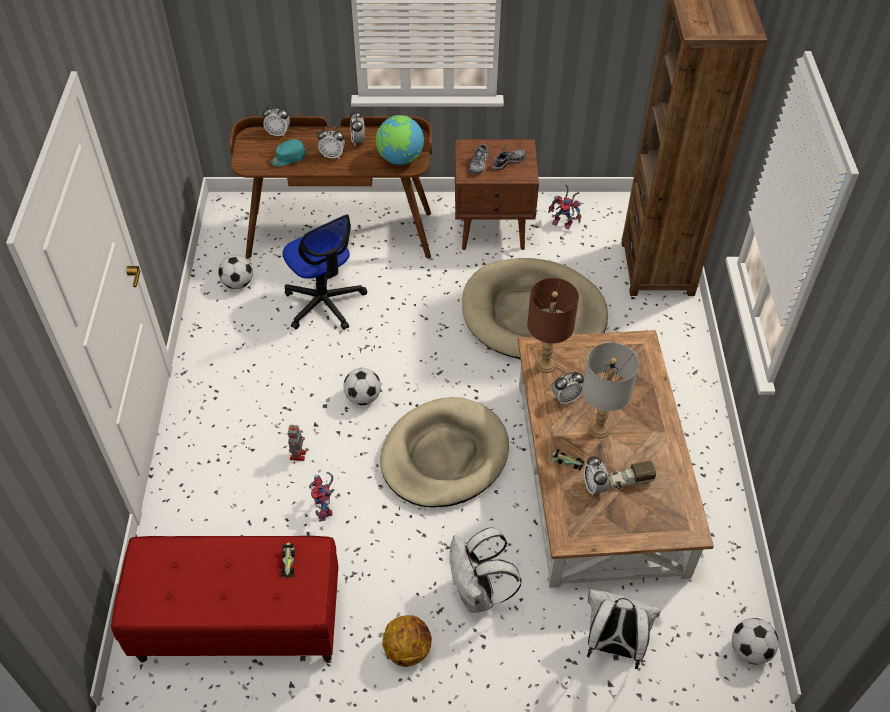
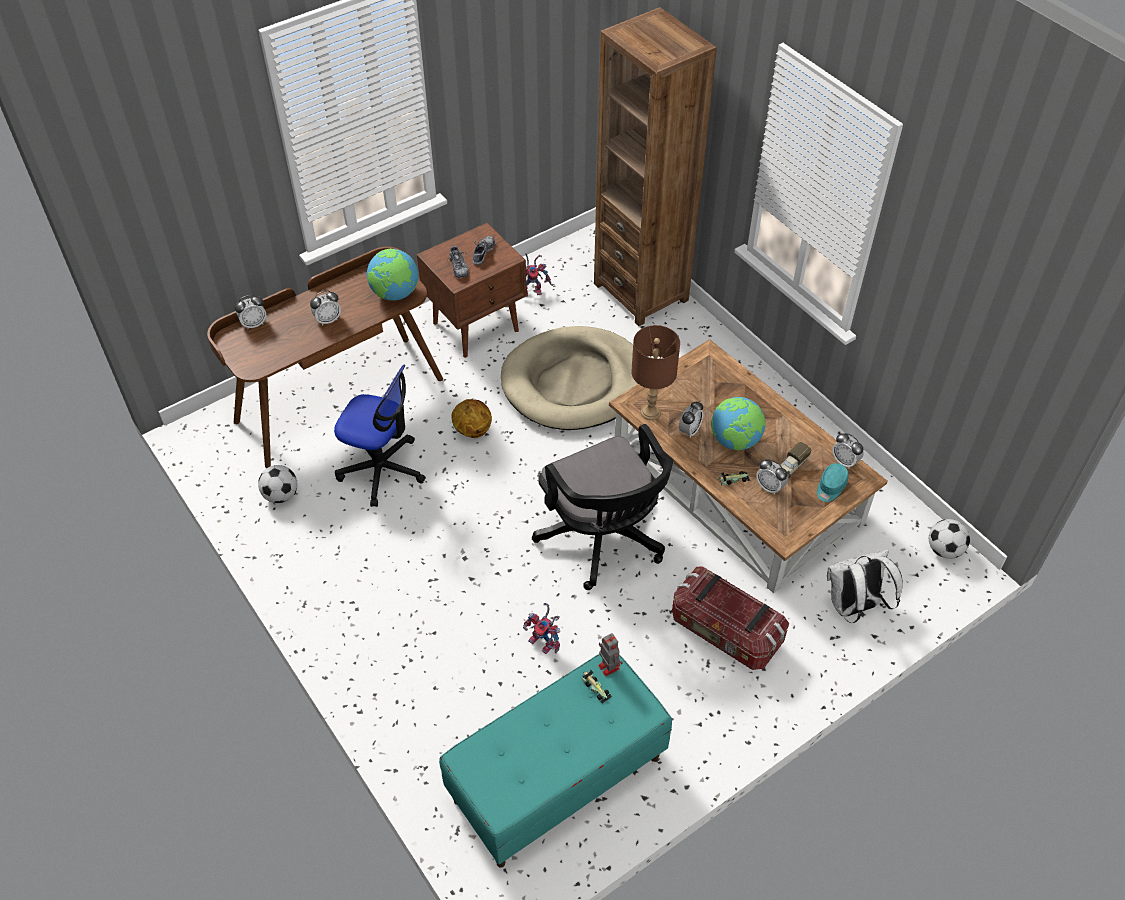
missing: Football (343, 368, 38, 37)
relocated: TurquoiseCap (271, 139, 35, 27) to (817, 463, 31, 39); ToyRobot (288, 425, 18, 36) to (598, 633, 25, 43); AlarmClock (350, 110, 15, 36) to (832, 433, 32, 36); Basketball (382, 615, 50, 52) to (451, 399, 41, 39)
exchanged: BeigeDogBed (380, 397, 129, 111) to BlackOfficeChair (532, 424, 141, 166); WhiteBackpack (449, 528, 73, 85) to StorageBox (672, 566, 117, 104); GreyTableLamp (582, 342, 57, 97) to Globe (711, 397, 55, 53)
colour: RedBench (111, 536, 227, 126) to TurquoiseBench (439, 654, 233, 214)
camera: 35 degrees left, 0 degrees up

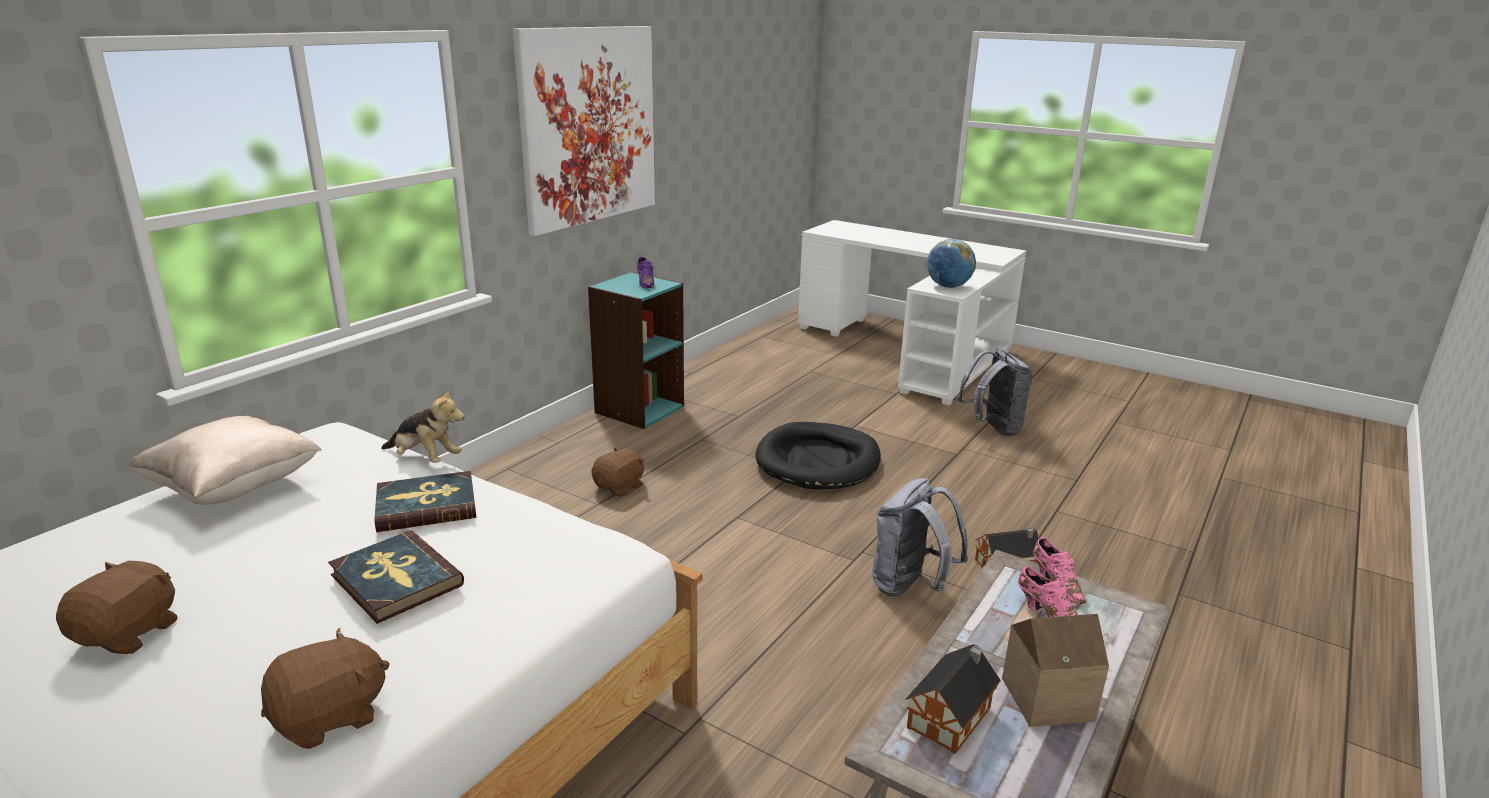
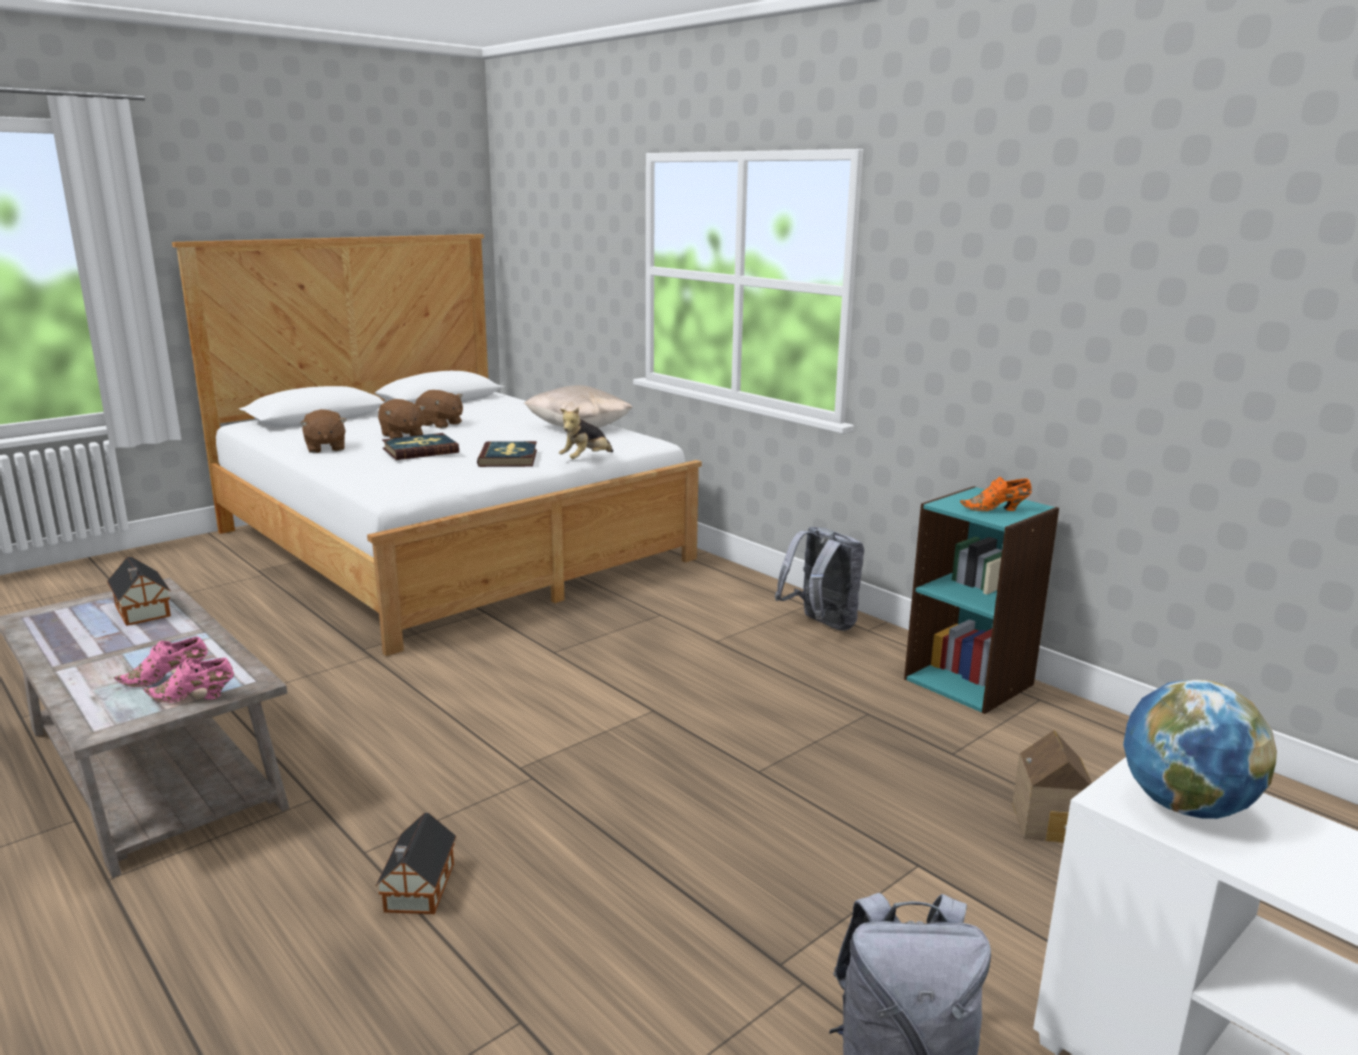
missing: Picture (512, 26, 143, 210); BlackDogBed (755, 422, 126, 68)
relocated: BrownPlushToy (591, 447, 54, 50) to (378, 399, 48, 40); GreyBackpack (872, 478, 96, 119) to (775, 527, 90, 104); ToyHouse (1002, 614, 107, 113) to (1012, 730, 80, 113)
colour: PurpleShoe (637, 257, 17, 31) to OrangeShoe (960, 477, 72, 34)
camera: 105 degrees right, 5 degrees down

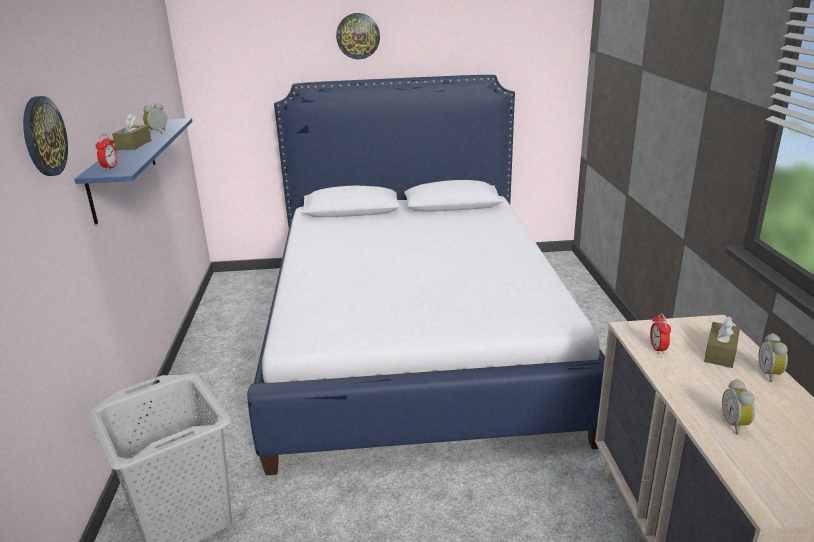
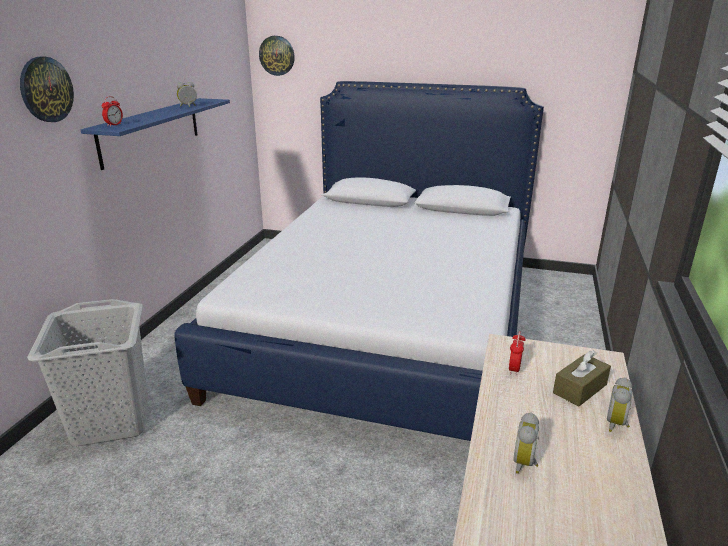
missing: BrownTissueBox (112, 113, 39, 37)
relocated: WallClock (336, 13, 44, 46) to (259, 36, 36, 40)
camera: 20 degrees right, 0 degrees up

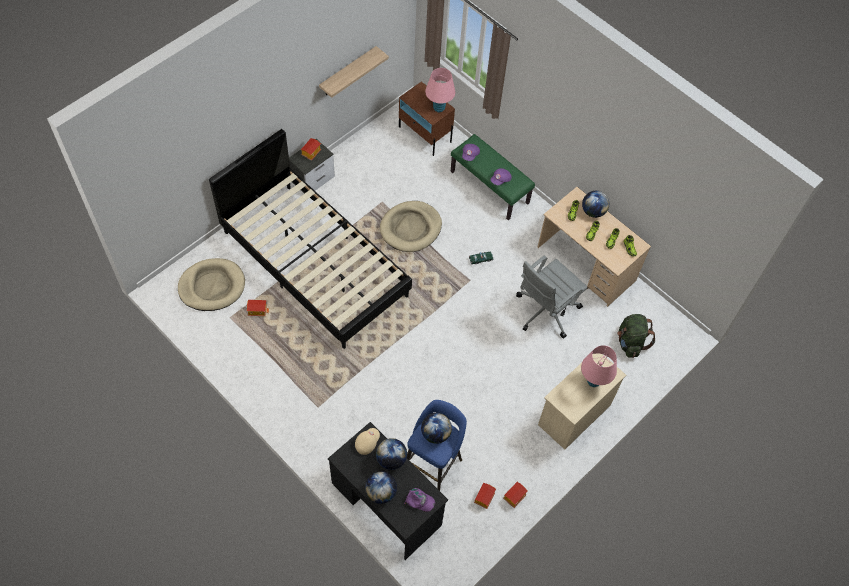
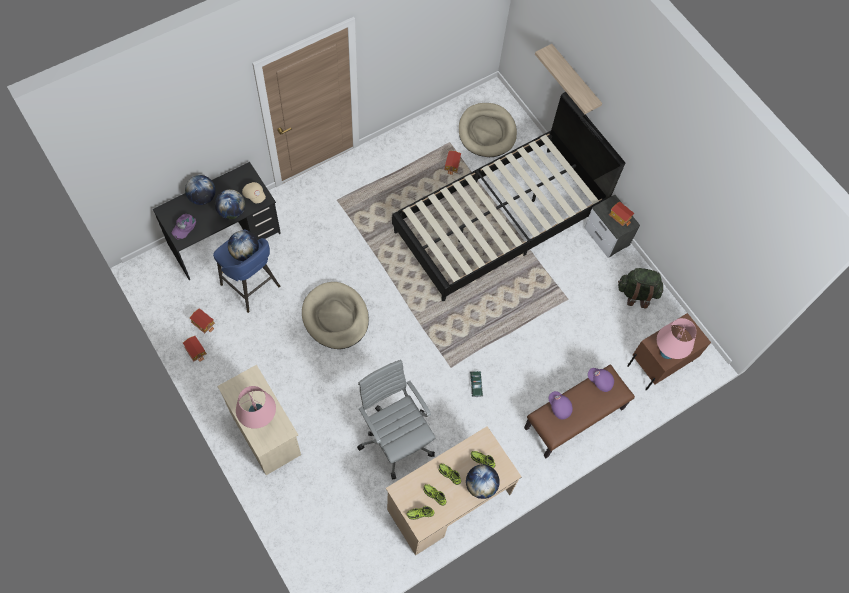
relocated: Shelf (319, 46, 70, 52) to (535, 44, 67, 70); BeigeDogBed (380, 201, 62, 51) to (302, 282, 67, 67); GreenBackpack (617, 314, 38, 44) to (618, 268, 45, 40)
colour: GreenBench (451, 134, 84, 86) to BrownBench (524, 365, 111, 94)
camera: 100 degrees right, 5 degrees up

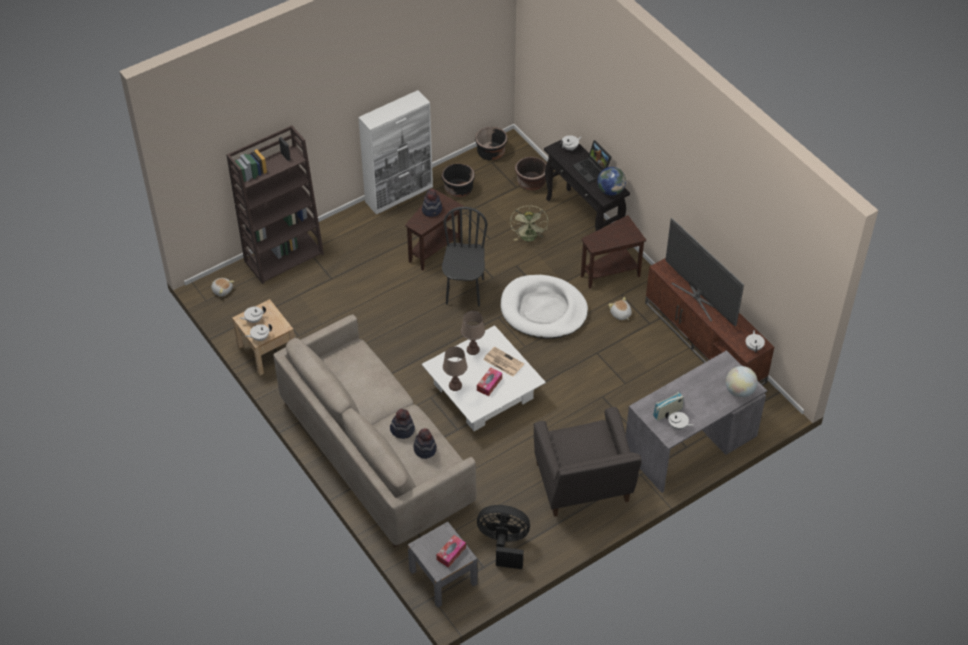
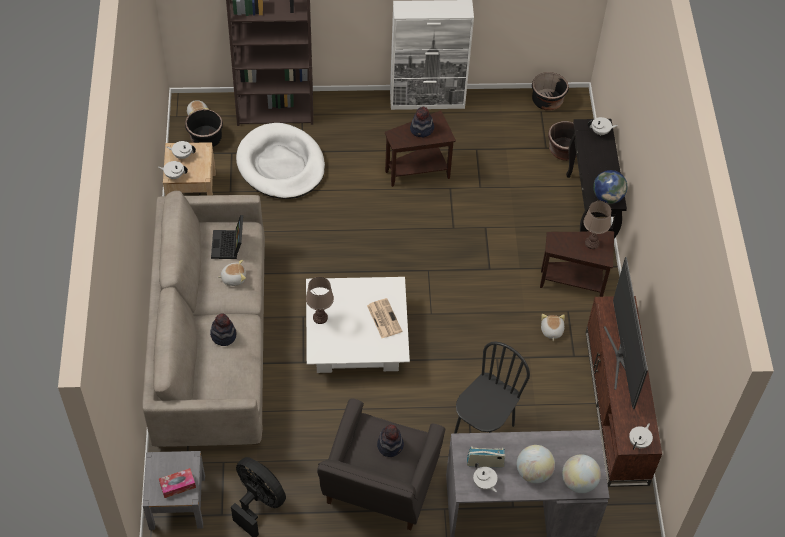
missing: TissueBox (477, 367, 25, 29); GreenFan (510, 206, 38, 35)
appeared: PlushToy (217, 260, 29, 26); Globe (517, 445, 38, 39)
relocated: Hat (414, 428, 23, 31) to (377, 424, 27, 33); BlackPlanter (441, 163, 34, 34) to (185, 109, 38, 38); BlackChair (442, 207, 45, 100) to (454, 342, 76, 92); BrownTableLamp (461, 311, 24, 44) to (583, 201, 28, 48); WhiteDogBed (501, 275, 87, 64) to (236, 123, 89, 76); Laptop (573, 140, 39, 43) to (211, 215, 32, 44)
camera: 30 degrees right, 5 degrees up

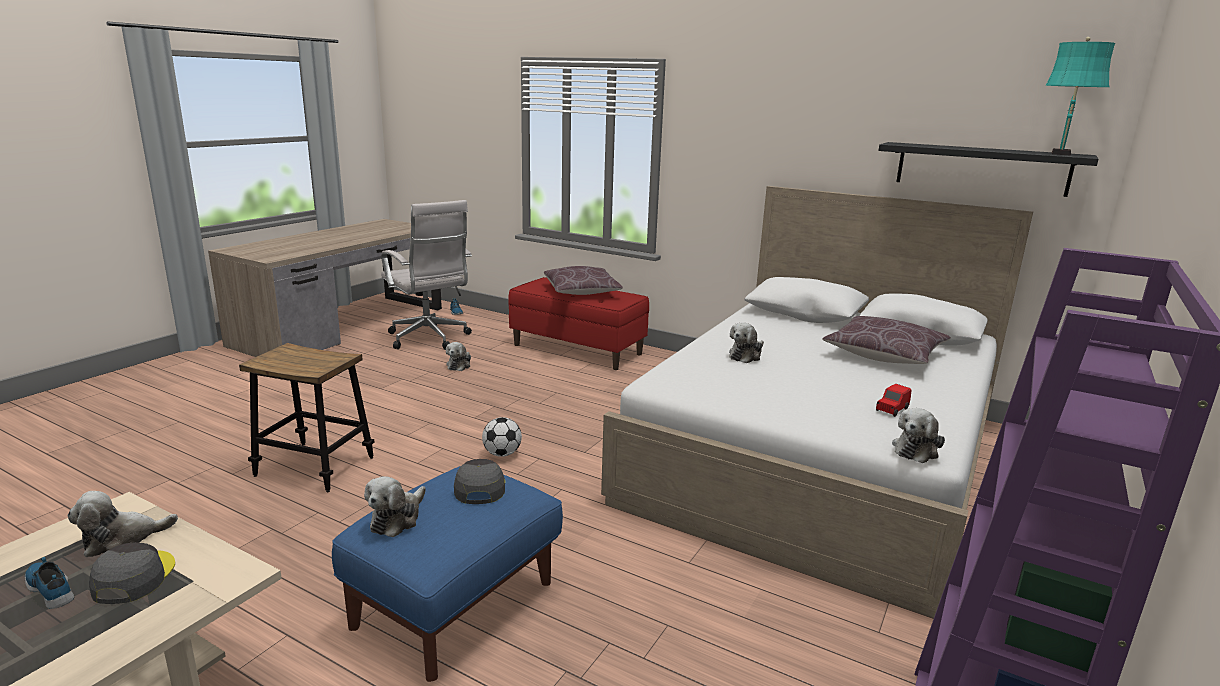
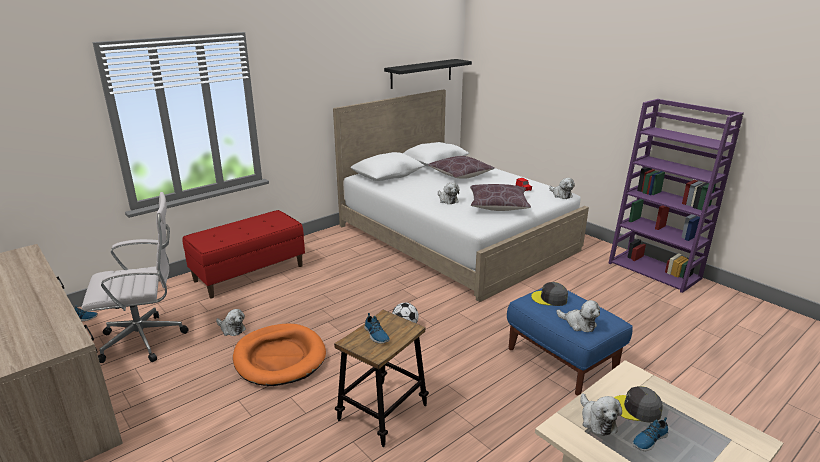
missing: TurquoiseTableLamp (1045, 37, 70, 119)
appeared: OrangeDogBed (233, 324, 93, 62); Shoe (364, 313, 26, 31)
relocated: BrownPillow (544, 266, 79, 29) to (470, 184, 61, 27)
camera: 70 degrees left, 5 degrees up

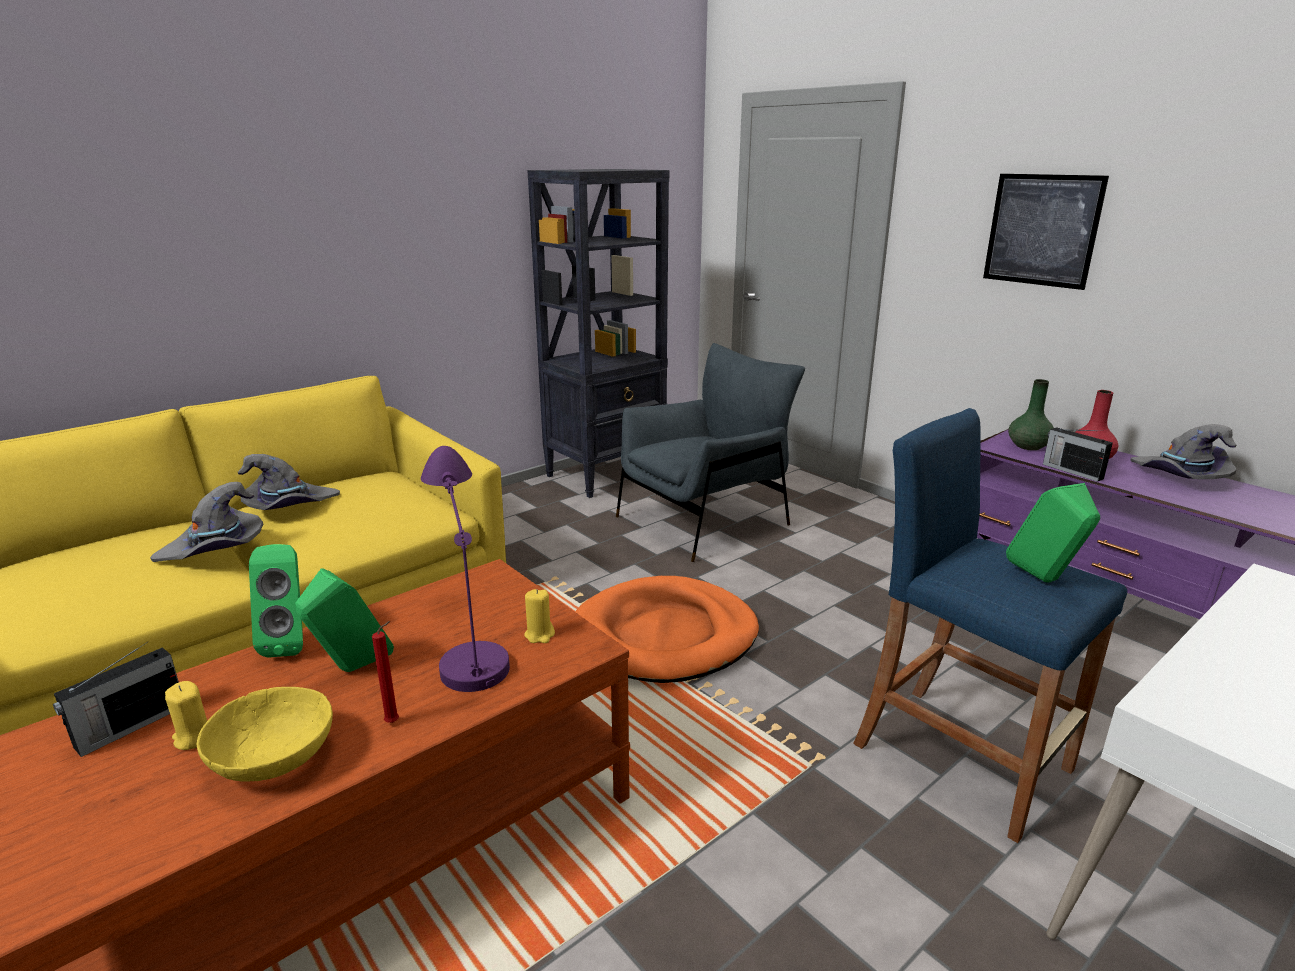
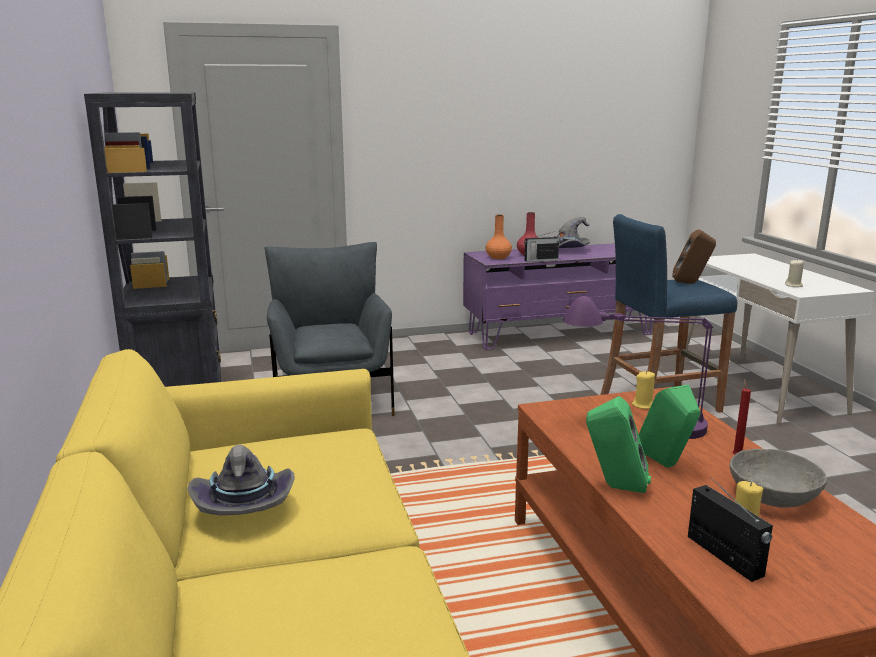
missing: GreyHat (150, 482, 113, 80); OrangeDogBed (575, 576, 184, 107); Picture (983, 174, 126, 116)
appeared: BeigeCandle (785, 259, 19, 28)
colour: YellowBowl (197, 687, 136, 94) to GreyBowl (730, 449, 97, 59); GreenSpeaker (1006, 483, 94, 100) to BrownSpeaker (672, 229, 44, 55); GreenVase (1009, 379, 45, 71) to OrangeVase (485, 215, 27, 44)
camera: 65 degrees left, 5 degrees down

